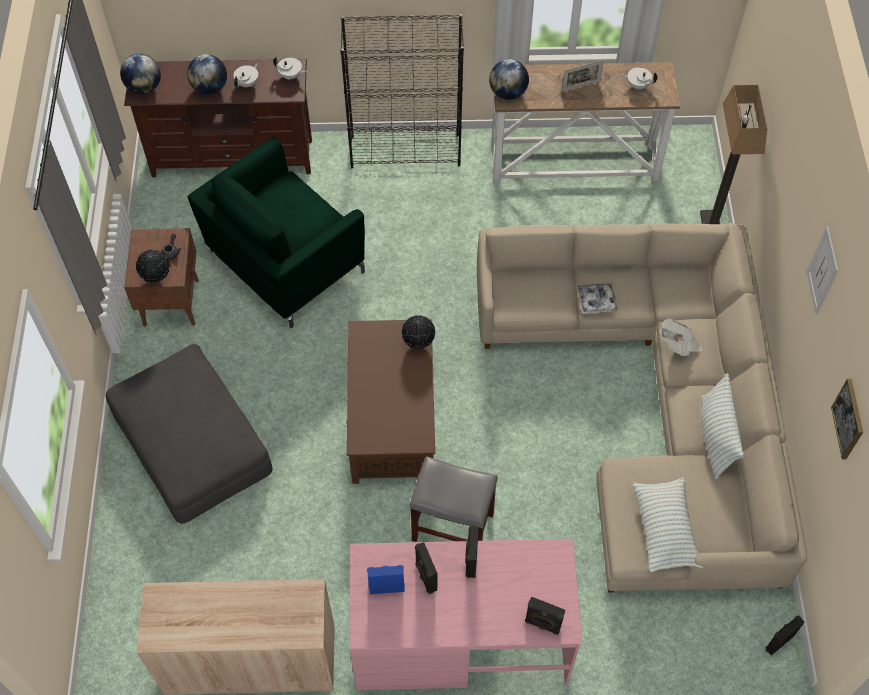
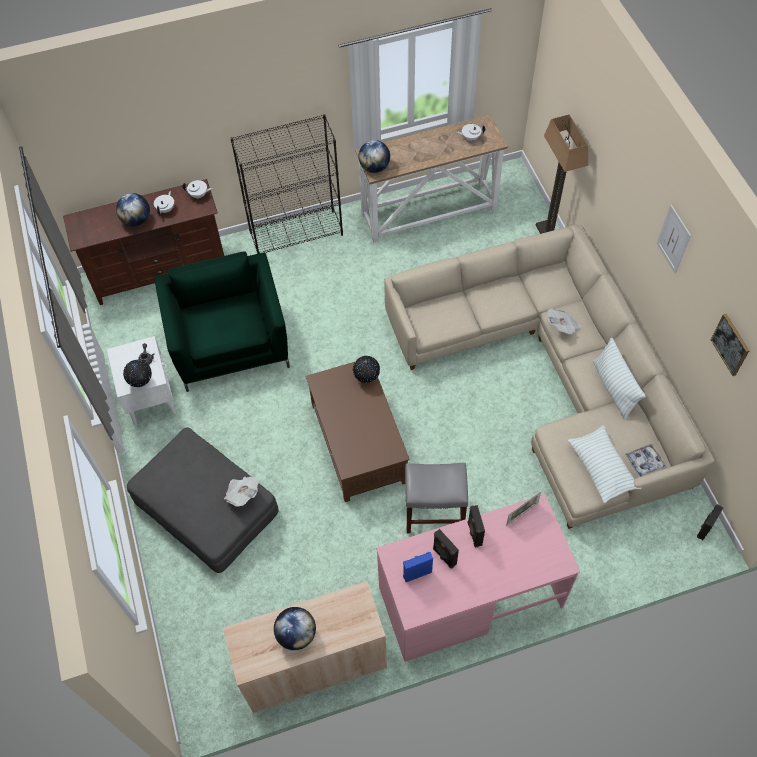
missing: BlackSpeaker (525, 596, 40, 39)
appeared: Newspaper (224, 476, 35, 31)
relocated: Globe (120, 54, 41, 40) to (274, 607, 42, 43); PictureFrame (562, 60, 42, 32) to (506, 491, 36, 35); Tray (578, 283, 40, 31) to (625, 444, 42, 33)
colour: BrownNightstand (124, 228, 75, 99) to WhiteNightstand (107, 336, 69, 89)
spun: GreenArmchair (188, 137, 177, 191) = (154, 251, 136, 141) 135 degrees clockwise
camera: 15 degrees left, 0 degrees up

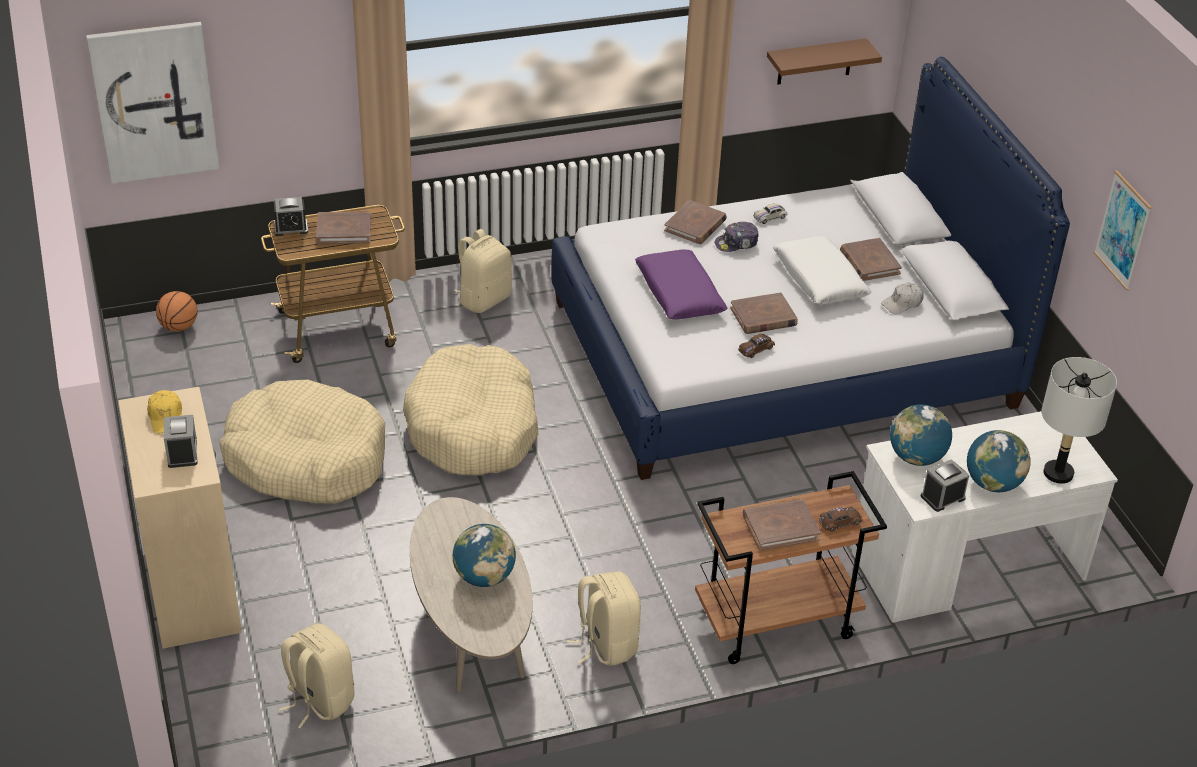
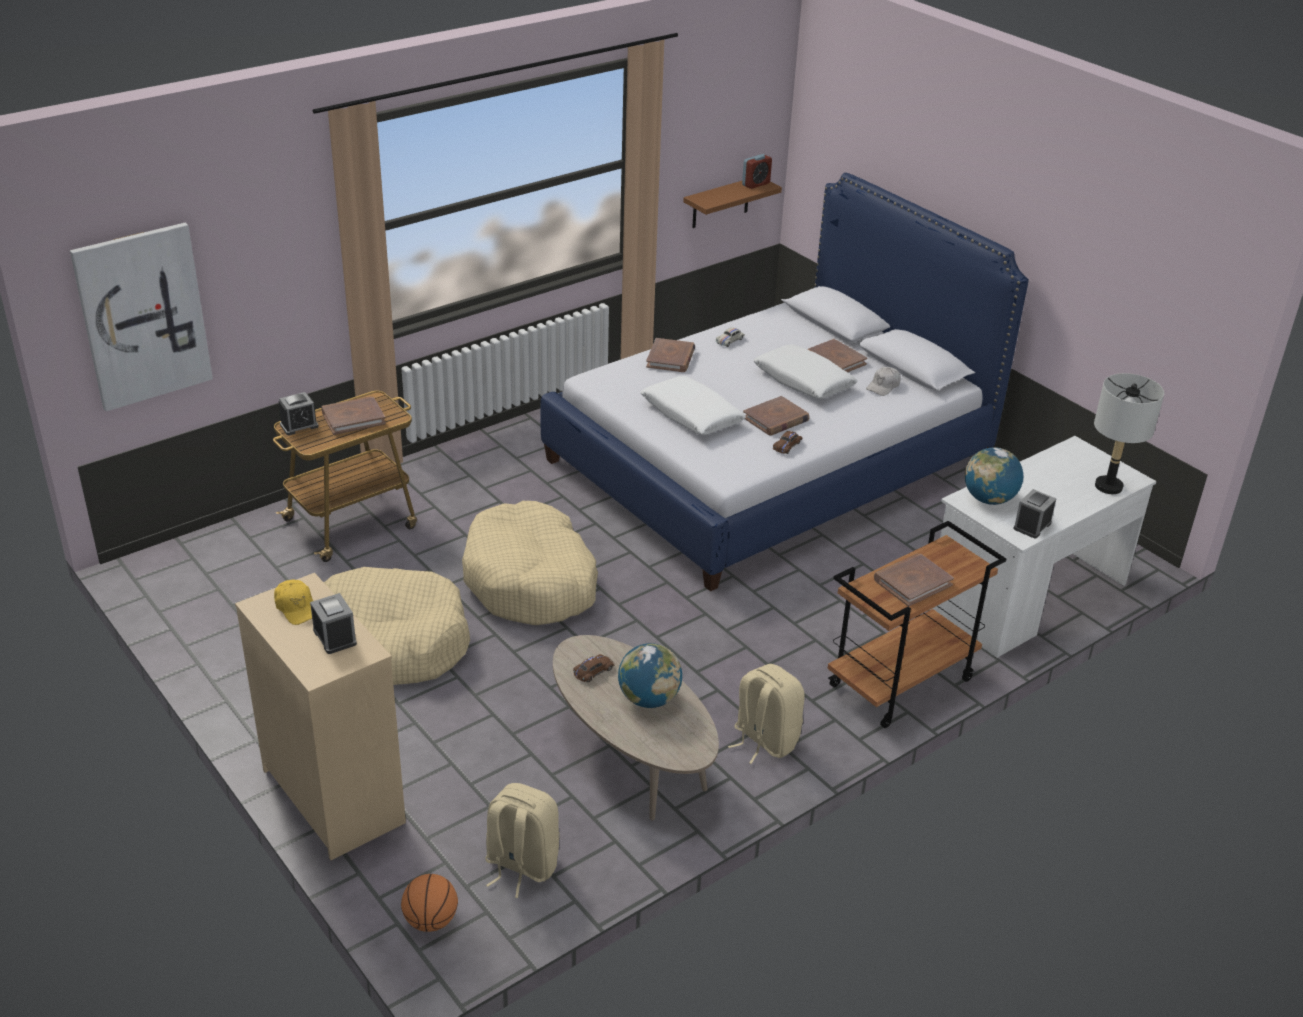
missing: BeigeBackpack (454, 229, 58, 84); Cap (715, 222, 44, 30); Globe (967, 430, 64, 62); Picture (1094, 170, 57, 120)
appeared: AlarmClock (742, 154, 30, 35)
relocated: Basketball (156, 291, 42, 41) to (401, 874, 57, 58); BrownToyCar (819, 507, 43, 25) to (573, 654, 42, 28)
colour: PurplePillow (635, 249, 92, 71) to WhitePillow (641, 376, 105, 59)
camera: 20 degrees left, 5 degrees down

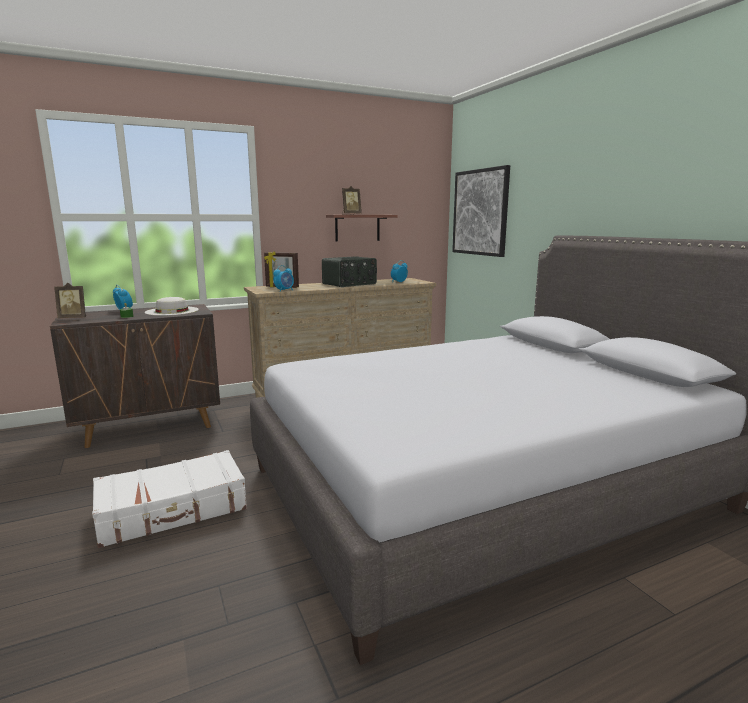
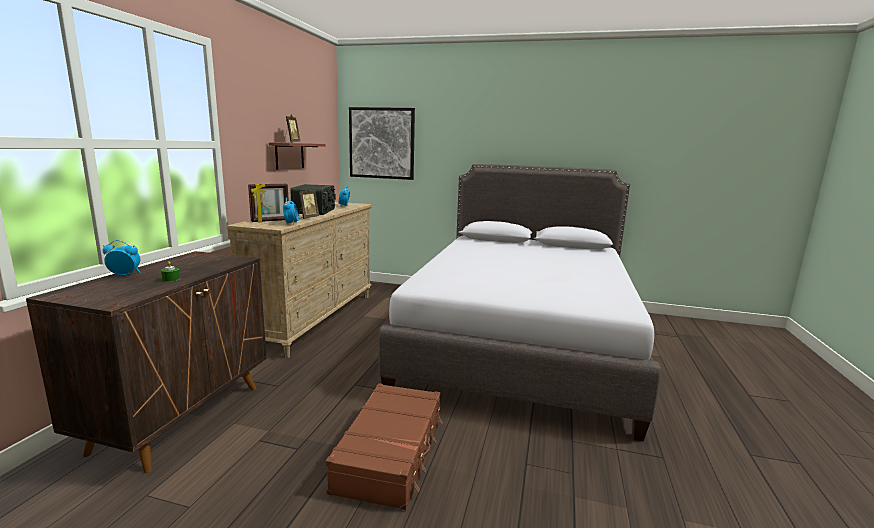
missing: WhiteHat (145, 297, 54, 19)
relocated: PictureFrame (54, 283, 32, 35) to (299, 188, 20, 31)
colour: WhiteSuitcase (92, 450, 155, 98) to BrownSuitcase (326, 383, 117, 127)
camera: 50 degrees left, 0 degrees up

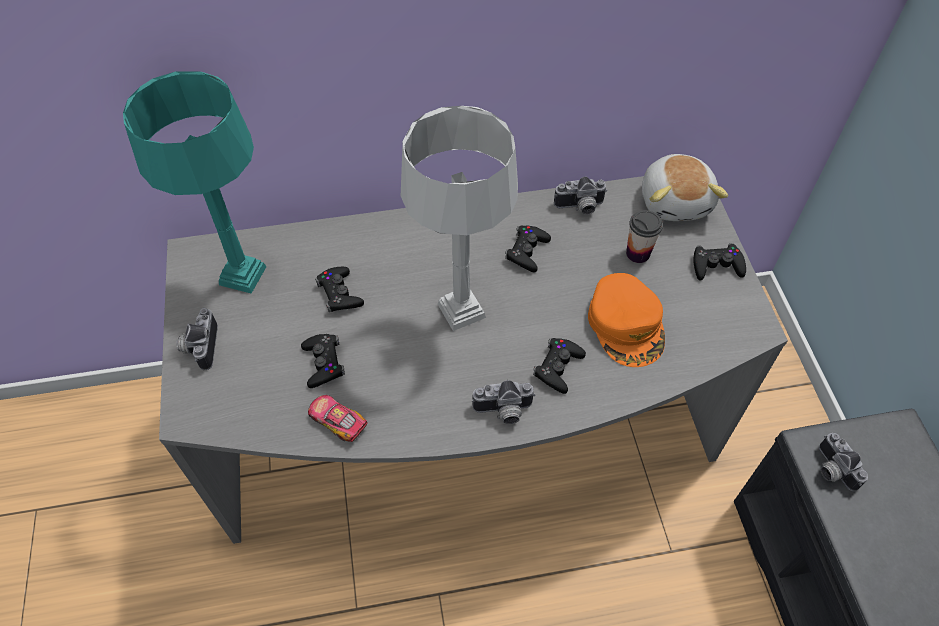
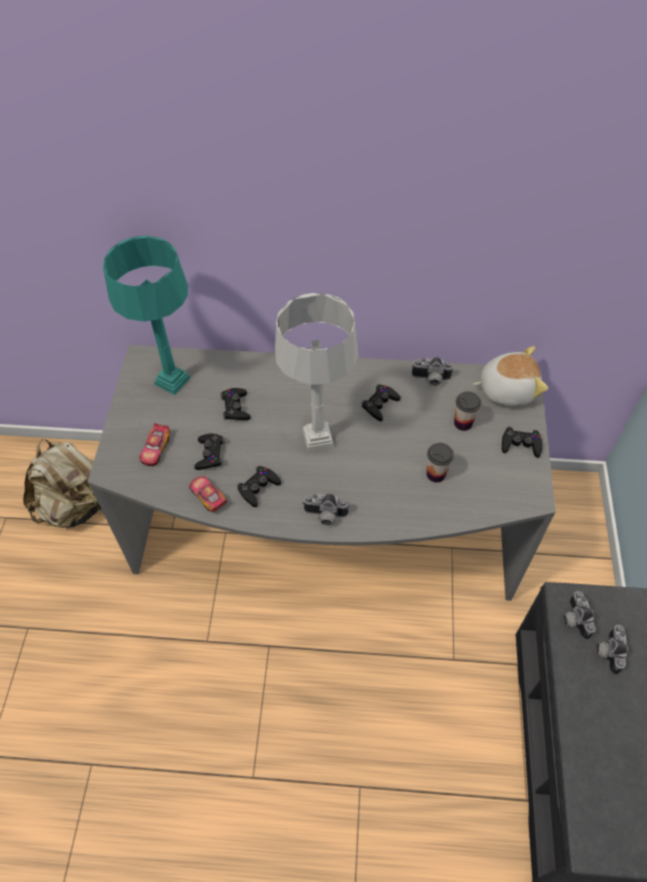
appeared: BeigeBackpack (23, 439, 81, 89); ToyCar (140, 423, 30, 43)
relocated: PhotoCamera (176, 308, 42, 62) to (596, 625, 32, 49); BlackGameController (533, 338, 53, 56) to (237, 466, 44, 41)
exchanged: OrangeCap (588, 273, 77, 94) to Cup (427, 443, 27, 40)
spun: PlushToy (642, 154, 86, 67) = (473, 346, 75, 61) 105 degrees counterclockwise
camera: 15 degrees right, 0 degrees up

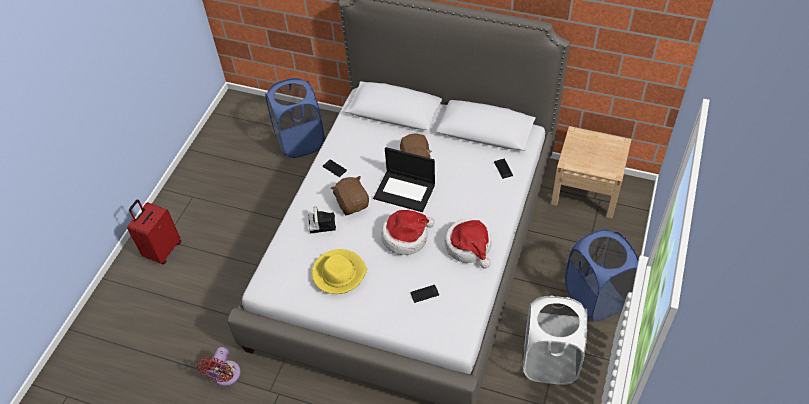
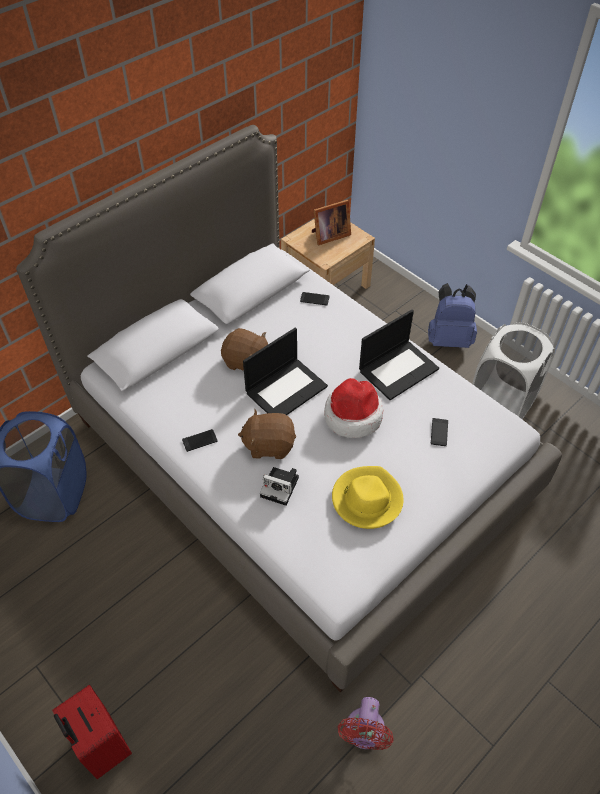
appeared: PictureFrame (312, 200, 39, 45)
exchanged: Hat (444, 219, 48, 50) to Laptop (359, 310, 80, 90); BlueLaundryBasket (565, 229, 74, 92) to BlueBackpack (428, 283, 49, 65)
spun: RedFan (196, 347, 45, 39) = (337, 697, 57, 53) 60 degrees clockwise
camera: 65 degrees left, 0 degrees up

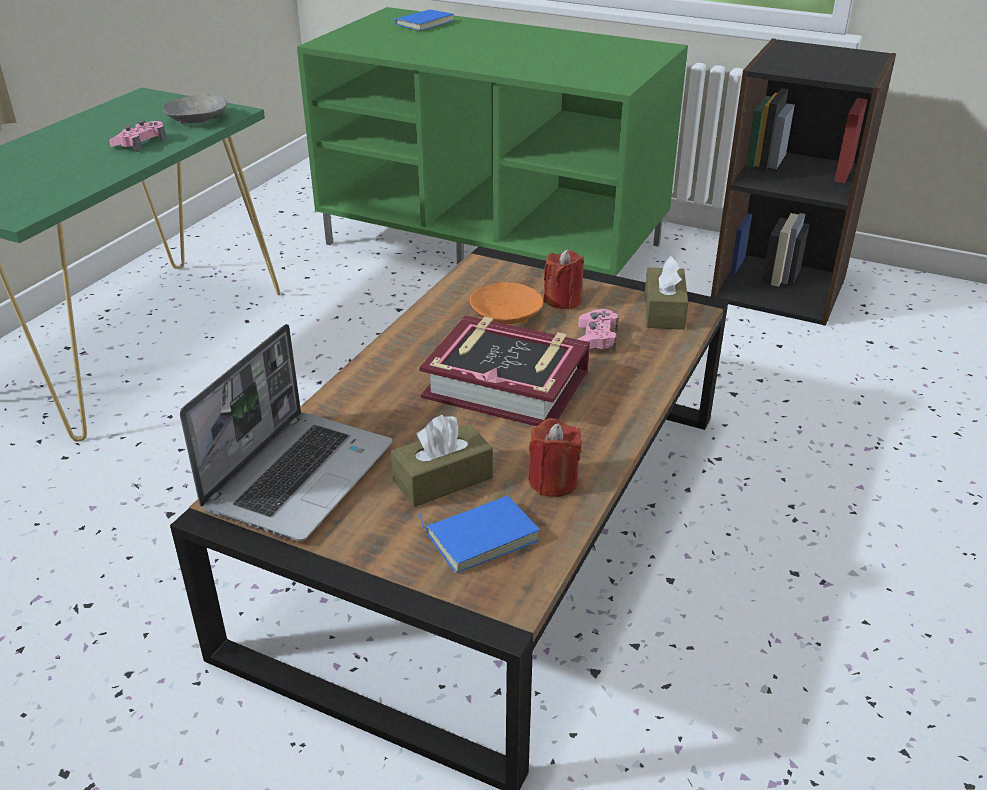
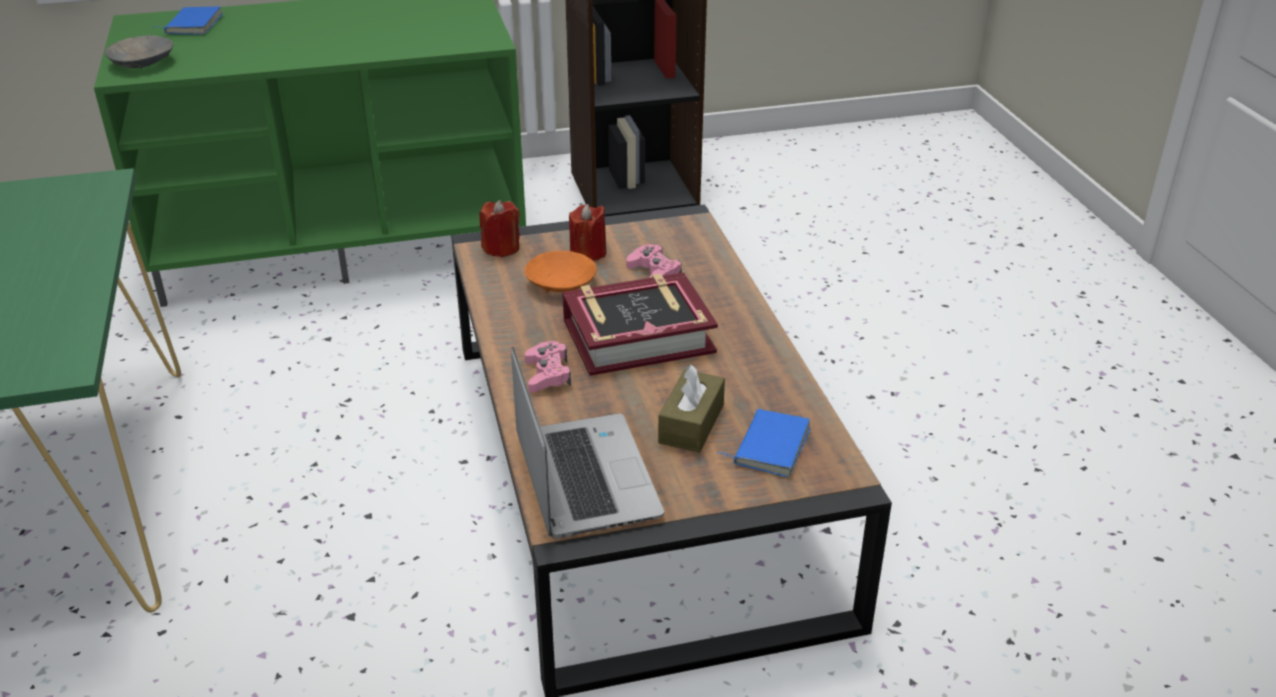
missing: BrownTissueBox (645, 256, 43, 74)
relocated: PinkGameController (109, 120, 58, 32) to (525, 341, 46, 52); GreyBowl (163, 95, 64, 29) to (105, 35, 68, 34); RedCandle (529, 418, 53, 79) to (479, 200, 41, 57)
camera: 40 degrees left, 0 degrees up

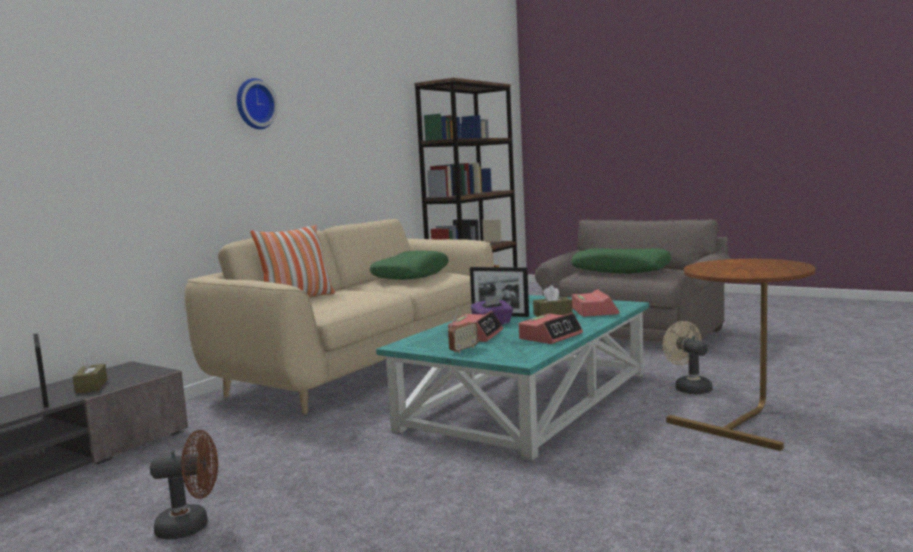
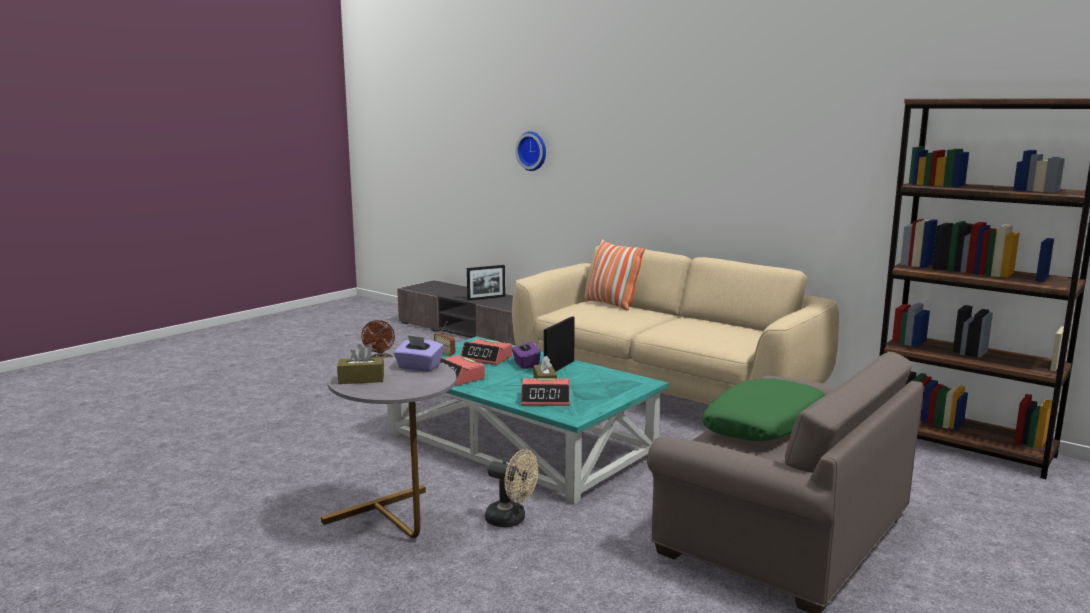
missing: GreenPillow (370, 251, 78, 29)
appeared: PurpleTissueBox (394, 335, 49, 37)
relocated: BrownTissueBox (73, 353, 34, 41) to (337, 344, 47, 40); WallClock (237, 78, 41, 51) to (515, 131, 31, 40)
colour: BrownSideTable (666, 259, 149, 192) to GreySideTable (321, 357, 136, 181)
spun: BeigeFan (663, 321, 50, 73) = (485, 449, 53, 79) 45 degrees clockwise
camera: 95 degrees right, 5 degrees up

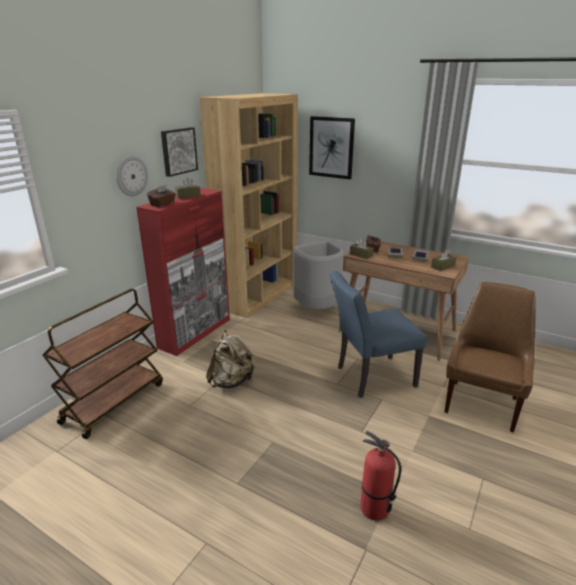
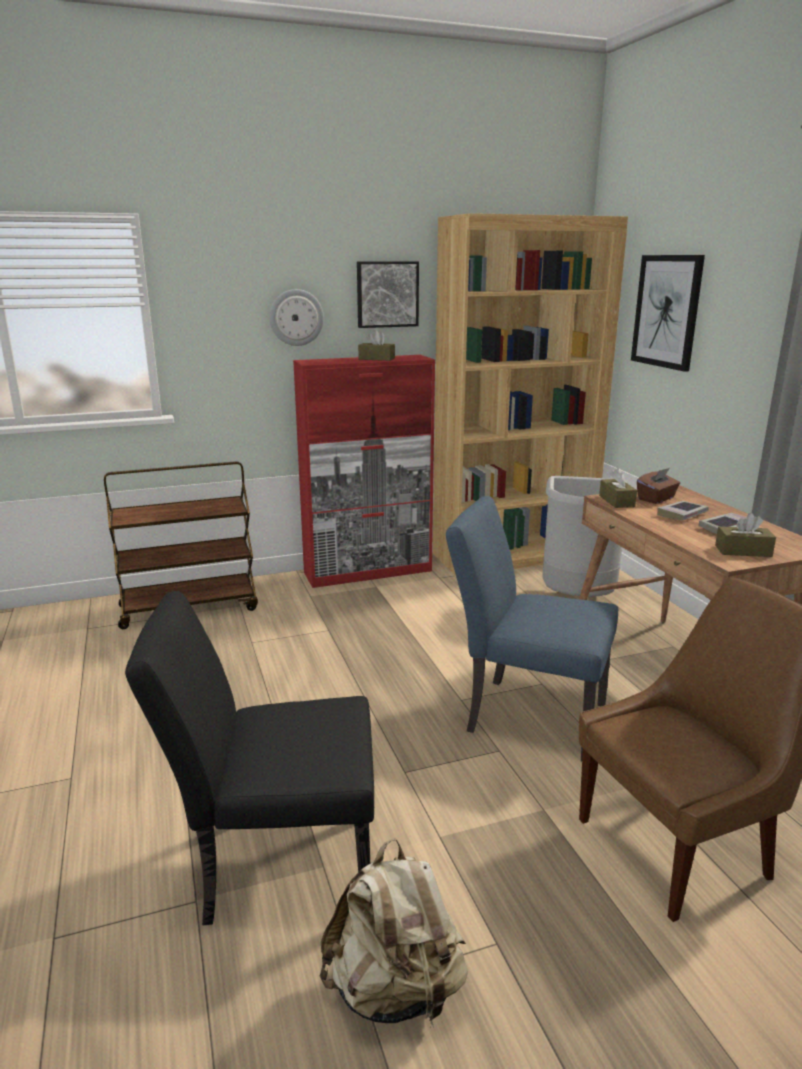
missing: BrownTissueBox (147, 185, 29, 22)
relocated: BeigeBackpack (206, 330, 50, 58) to (320, 838, 148, 190)
exchanged: FireExtinguisher (360, 431, 41, 90) to BlackChair (125, 591, 249, 334)
camera: 40 degrees right, 5 degrees down

